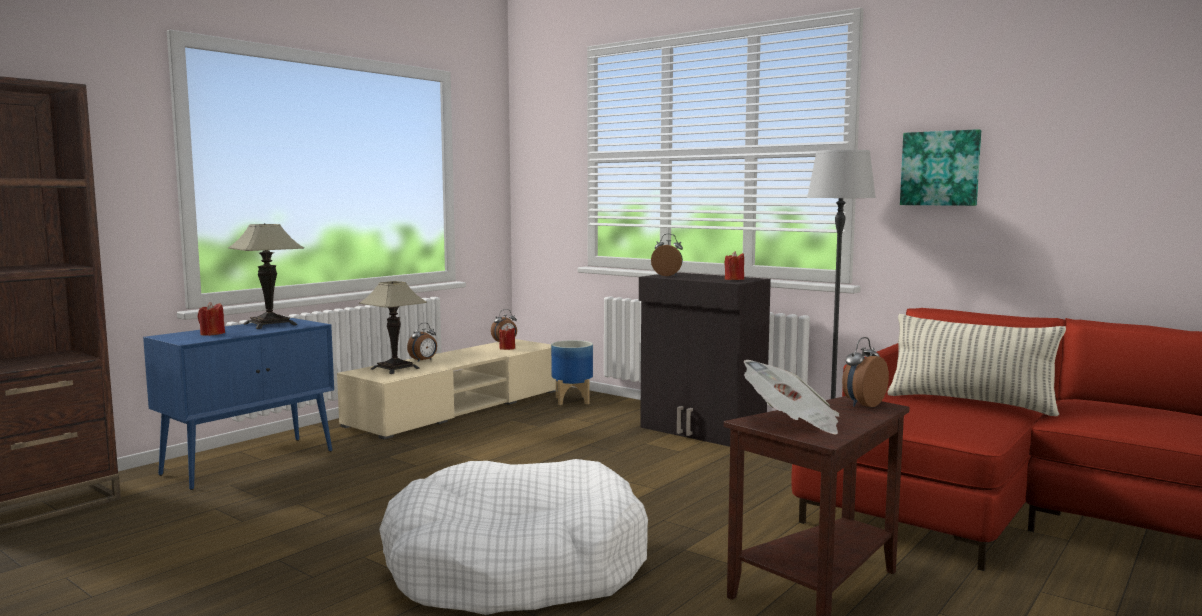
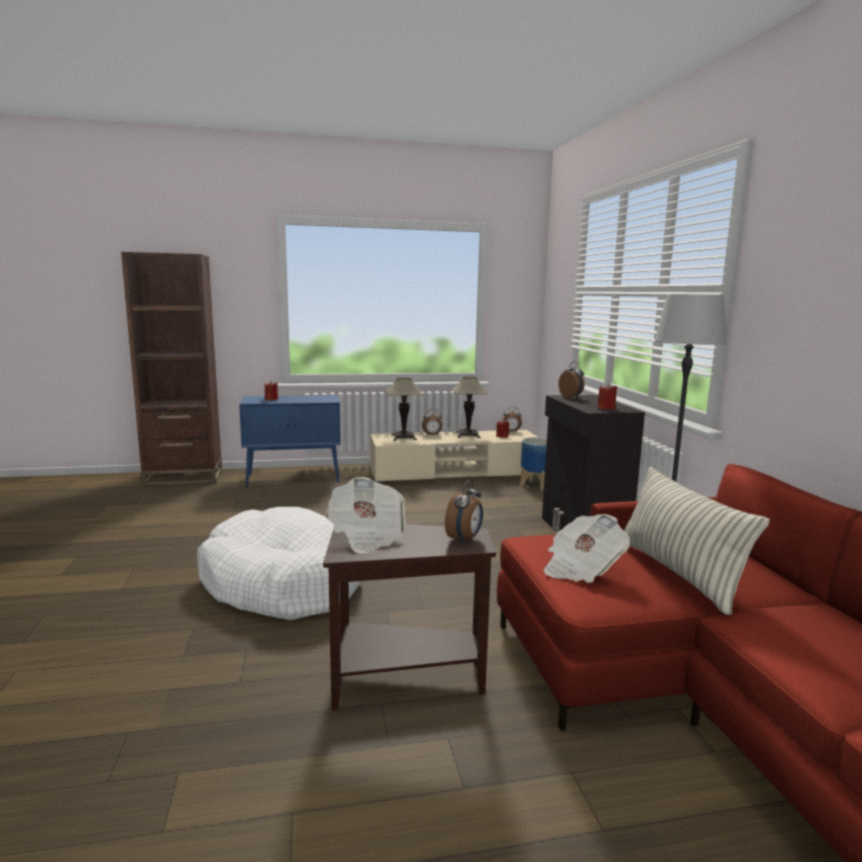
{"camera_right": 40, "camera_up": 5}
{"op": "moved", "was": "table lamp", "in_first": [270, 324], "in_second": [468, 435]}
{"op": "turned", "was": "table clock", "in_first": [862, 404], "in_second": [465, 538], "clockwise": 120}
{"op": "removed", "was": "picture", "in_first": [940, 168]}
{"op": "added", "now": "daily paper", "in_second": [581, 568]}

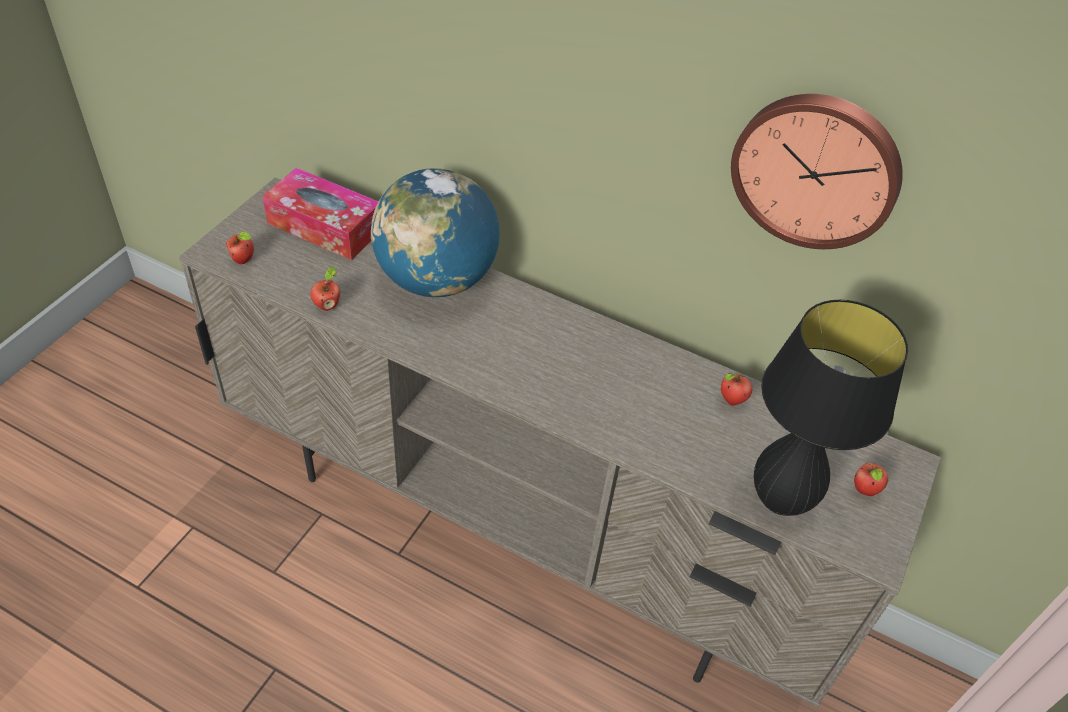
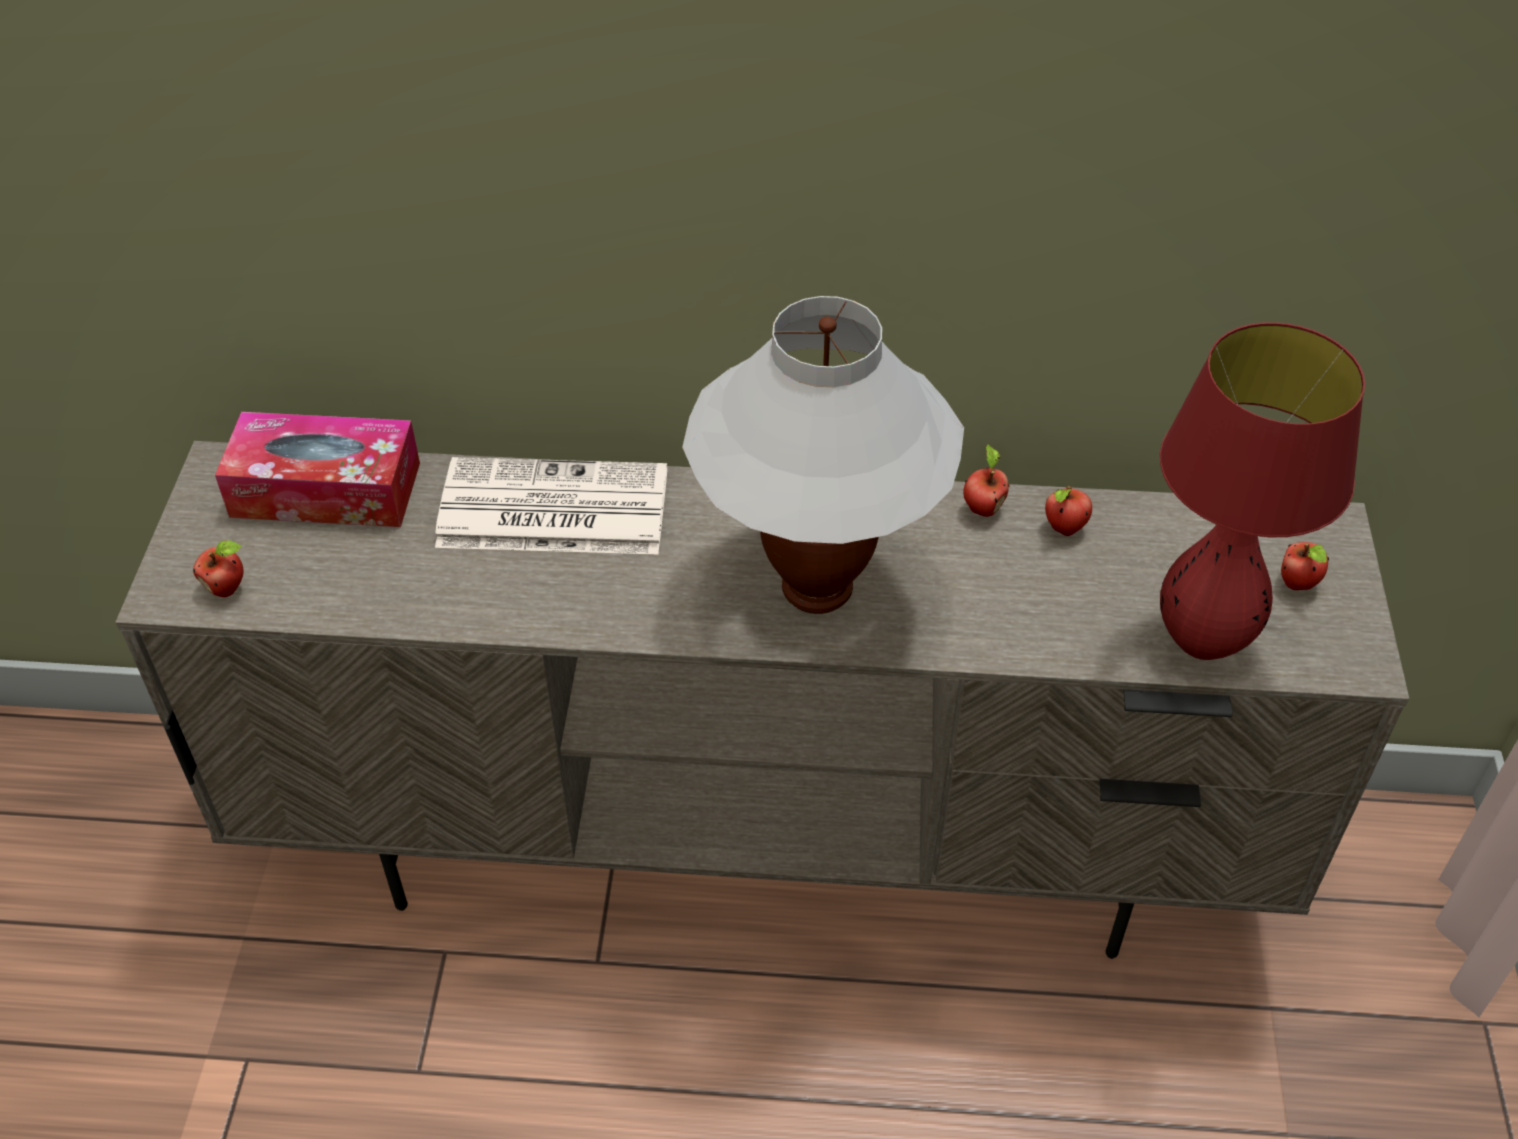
{"camera_right": -20, "camera_up": 0}
{"op": "moved", "was": "whole apple", "in_first": [327, 305], "in_second": [982, 508]}
{"op": "replaced", "was": "globe", "now": "daily paper", "in_first": [436, 280], "in_second": [550, 510]}
{"op": "removed", "was": "wall clock", "in_first": [816, 169]}
{"op": "recoloured", "was": "table lamp/blackish", "now": "table lamp/reddish", "in_first": [780, 501], "in_second": [1203, 641]}
{"op": "added", "now": "table lamp/white-coloured", "in_second": [816, 590]}

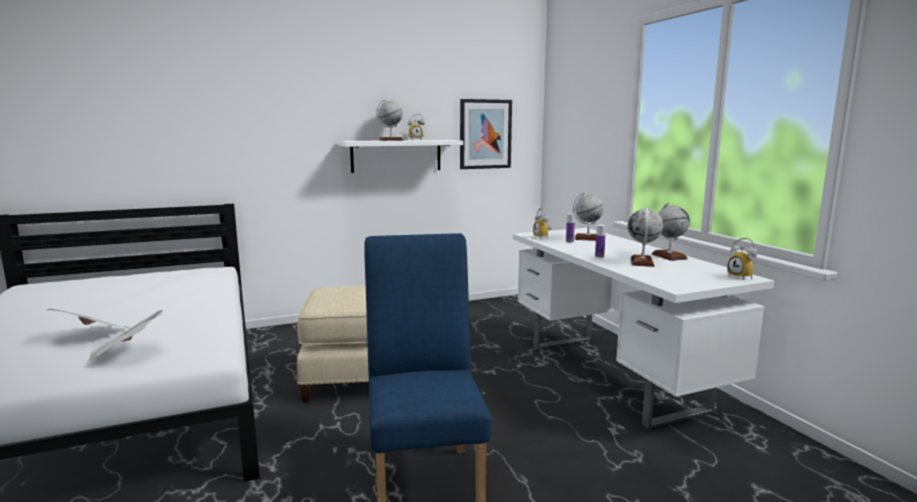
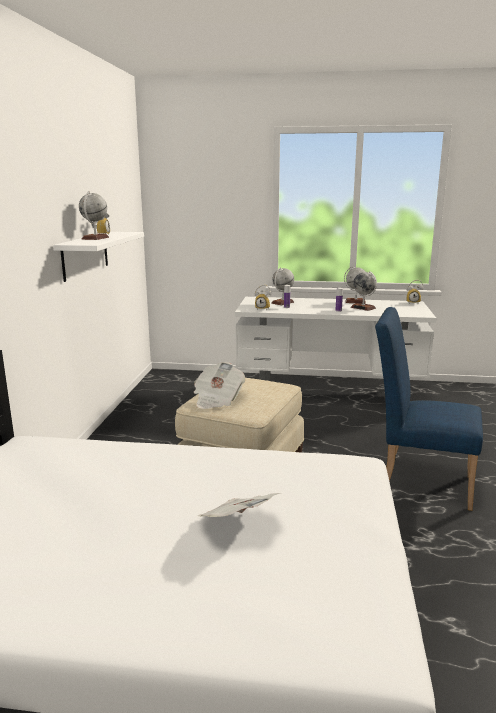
{"camera_right": -60, "camera_up": 5}
{"op": "moved", "was": "daily paper", "in_first": [126, 354], "in_second": [217, 399]}
{"op": "removed", "was": "picture", "in_first": [485, 134]}

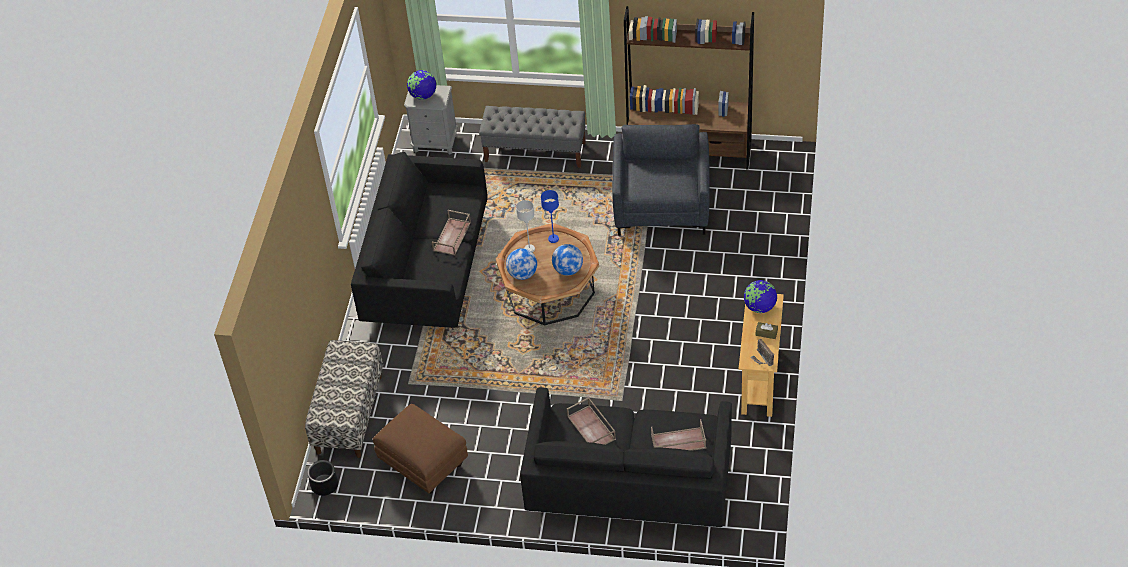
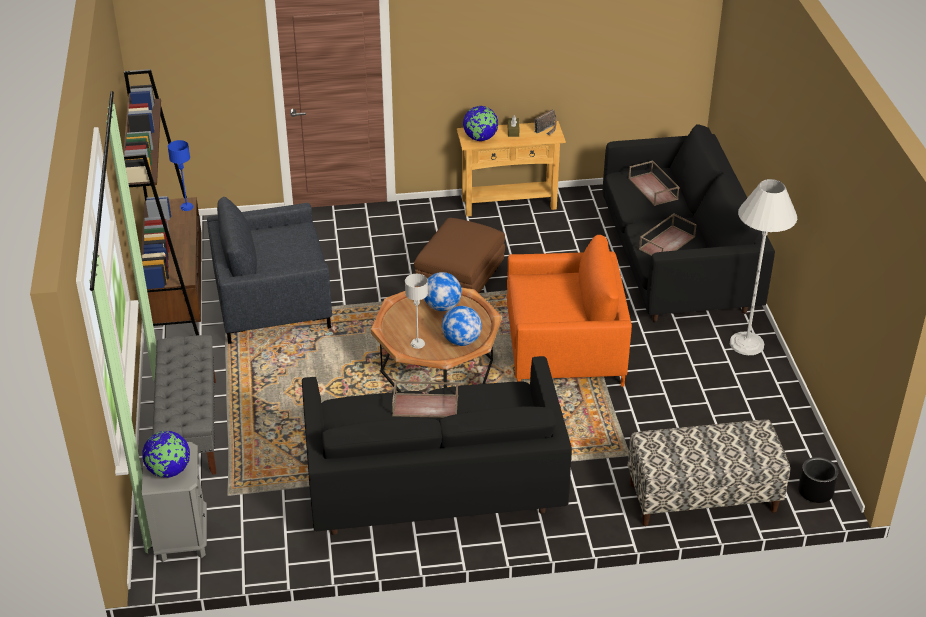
{"camera_right": -110, "camera_up": -10}
{"op": "moved", "was": "footrest/brownish", "in_first": [423, 463], "in_second": [459, 283]}
{"op": "moved", "was": "table lamp/blue-coloured", "in_first": [553, 238], "in_second": [186, 207]}
{"op": "added", "now": "lounge chair/orange-coloured", "in_second": [564, 351]}
{"op": "added", "now": "standing lamp/white-coloured", "in_second": [746, 344]}

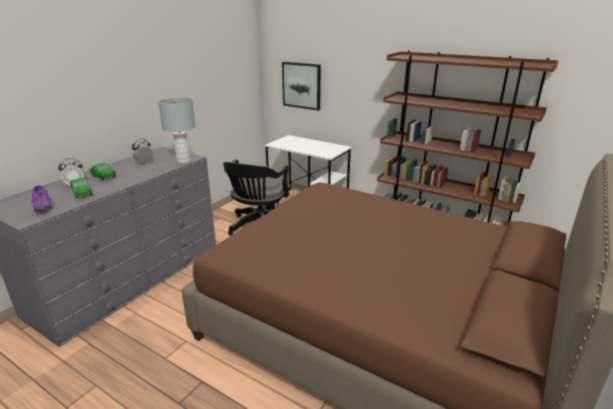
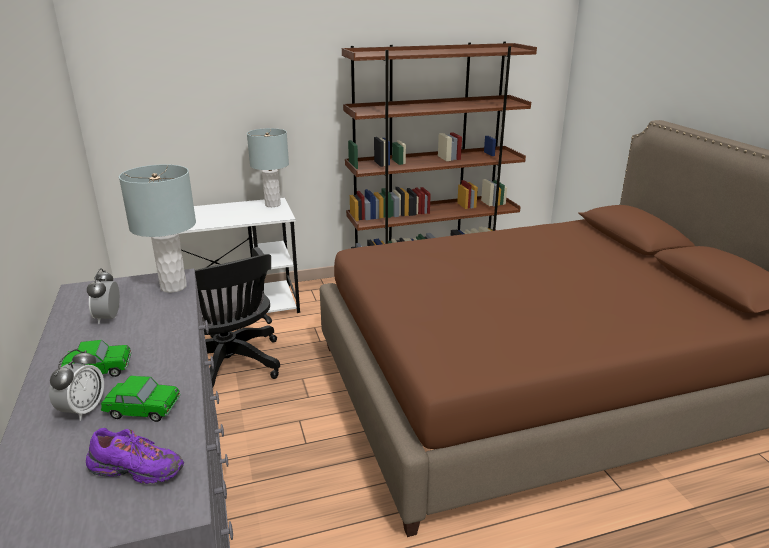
{"camera_right": -50, "camera_up": 0}
{"op": "removed", "was": "picture", "in_first": [302, 85]}
{"op": "added", "now": "table lamp/grey", "in_second": [272, 205]}

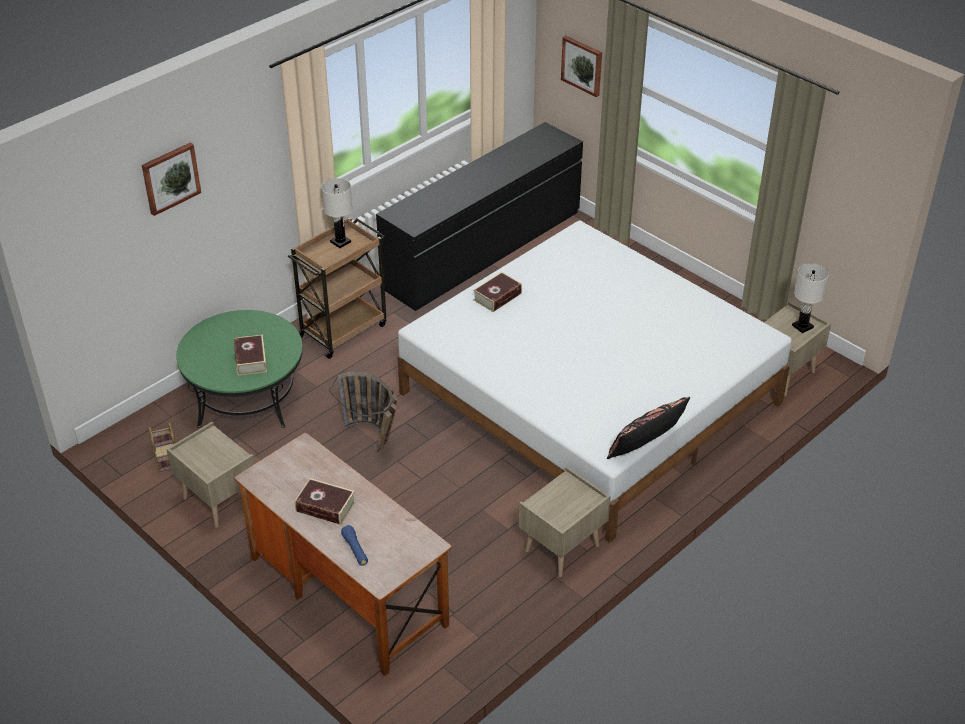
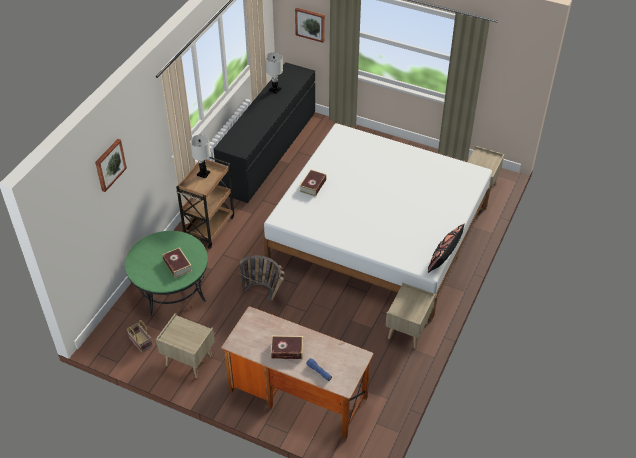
{"camera_right": -20, "camera_up": 5}
{"op": "moved", "was": "table lamp/white-coloured", "in_first": [802, 326], "in_second": [275, 89]}

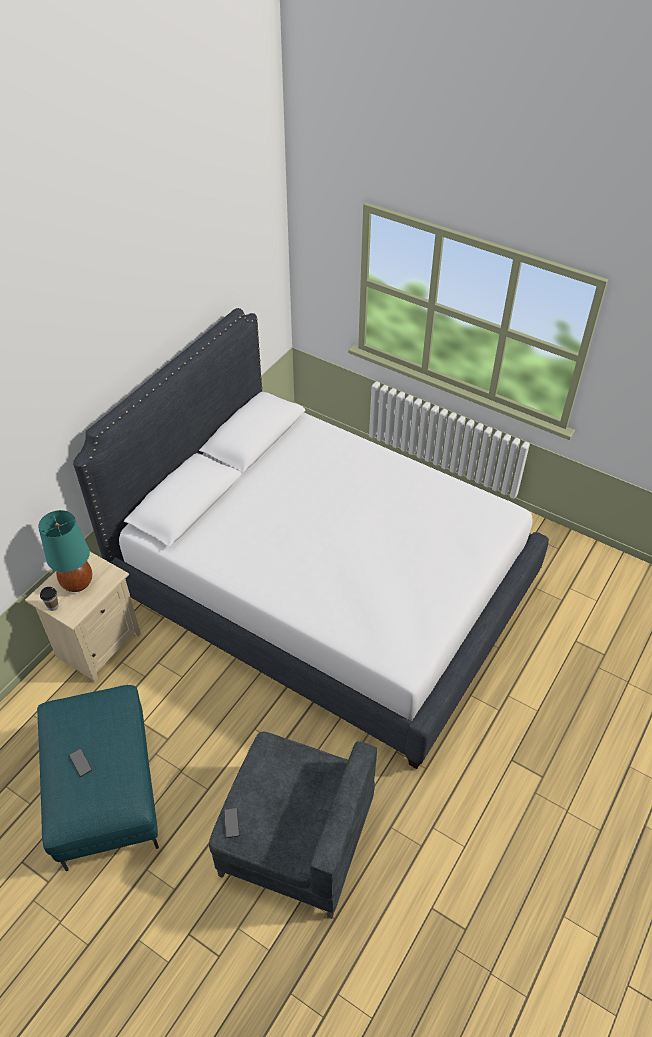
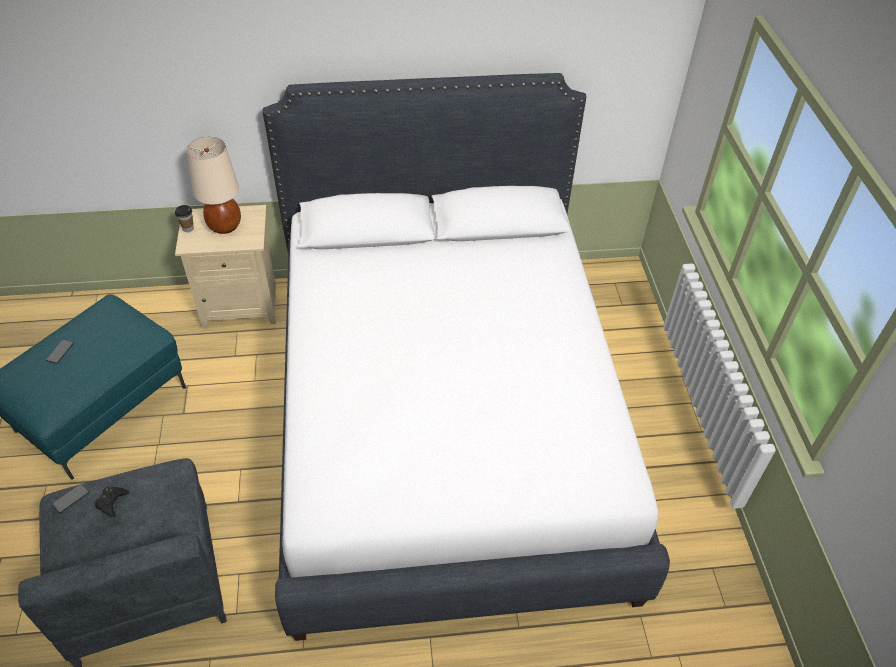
{"camera_right": 50, "camera_up": 0}
{"op": "recoloured", "was": "table lamp/turquoise-coloured", "now": "table lamp/beige", "in_first": [77, 583], "in_second": [224, 226]}
{"op": "added", "now": "joypad/blackish", "in_second": [112, 502]}

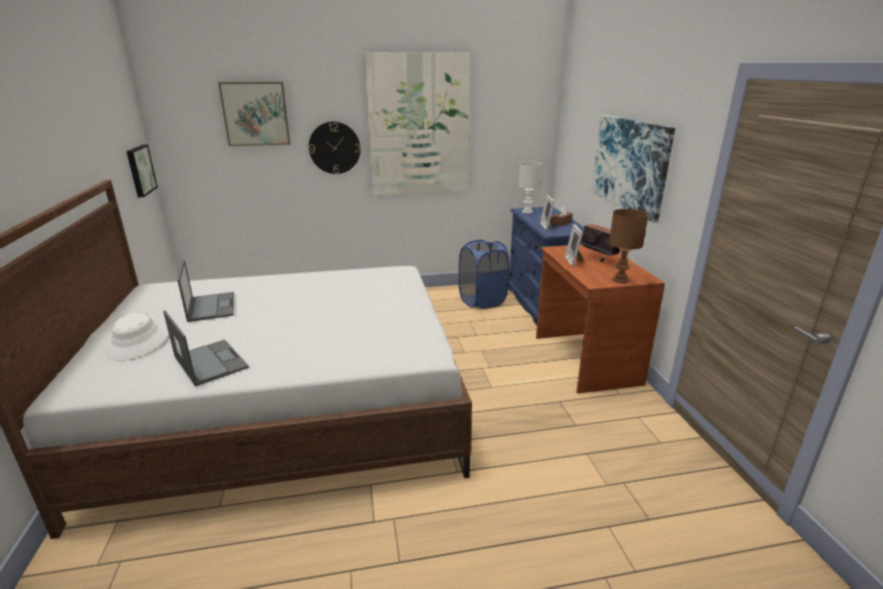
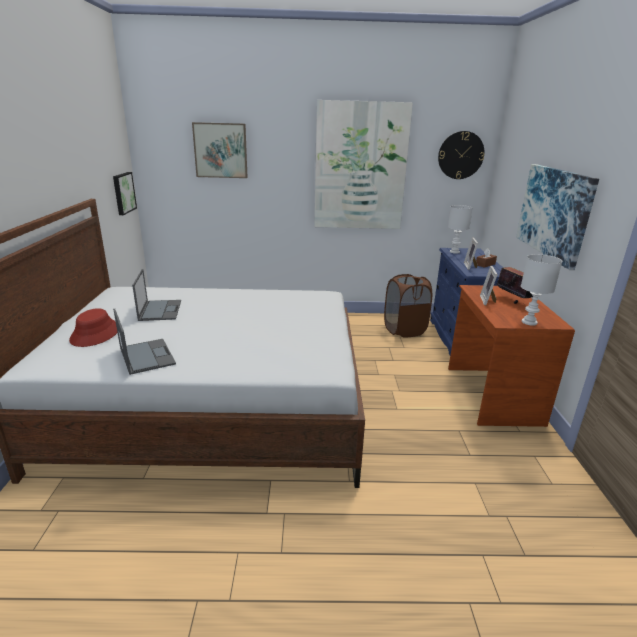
{"camera_right": 10, "camera_up": 0}
{"op": "recoloured", "was": "hat/white-coloured", "now": "hat/reddish", "in_first": [138, 343], "in_second": [96, 334]}
{"op": "moved", "was": "wall clock", "in_first": [334, 148], "in_second": [460, 155]}
{"op": "recoloured", "was": "washing basket/blue-coloured", "now": "washing basket/brownish", "in_first": [482, 301], "in_second": [404, 330]}
{"op": "recoloured", "was": "table lamp/brownish", "now": "table lamp/white-coloured", "in_first": [619, 280], "in_second": [528, 322]}

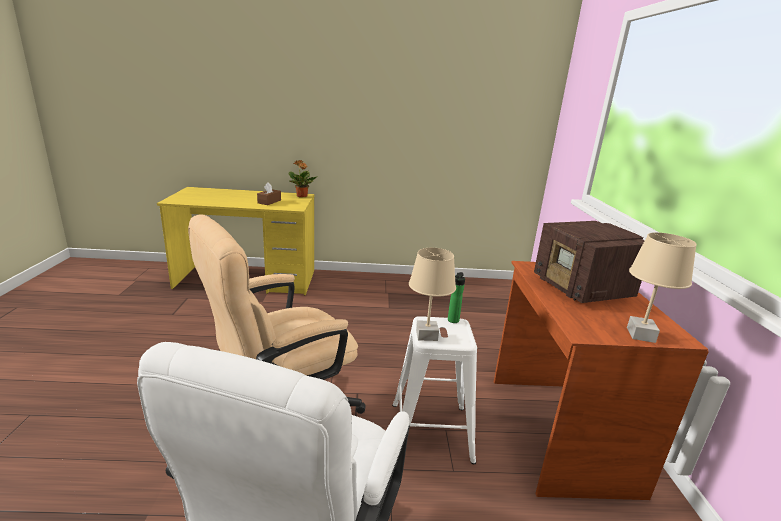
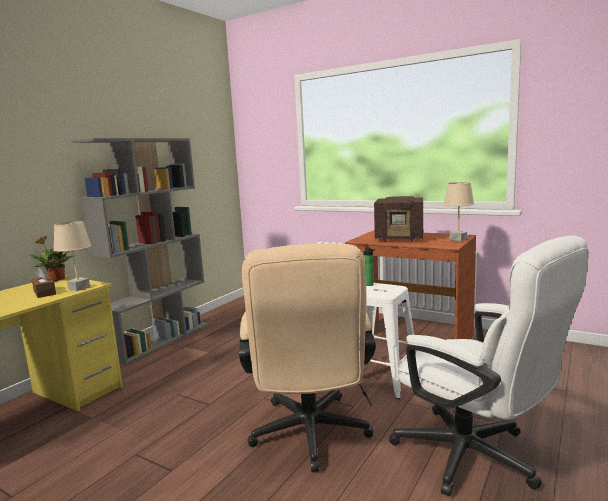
{"camera_right": -55, "camera_up": -10}
{"op": "moved", "was": "table lamp/beige", "in_first": [427, 335], "in_second": [79, 288]}
{"op": "added", "now": "bookcase/grey", "in_second": [160, 340]}

